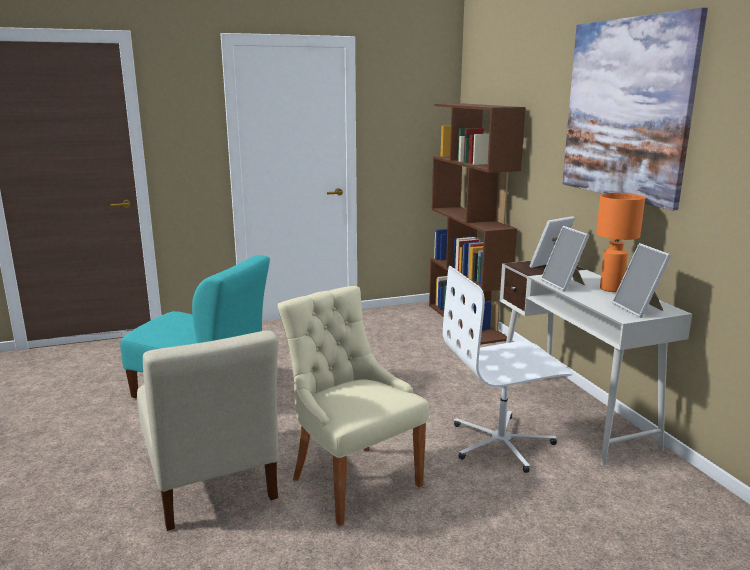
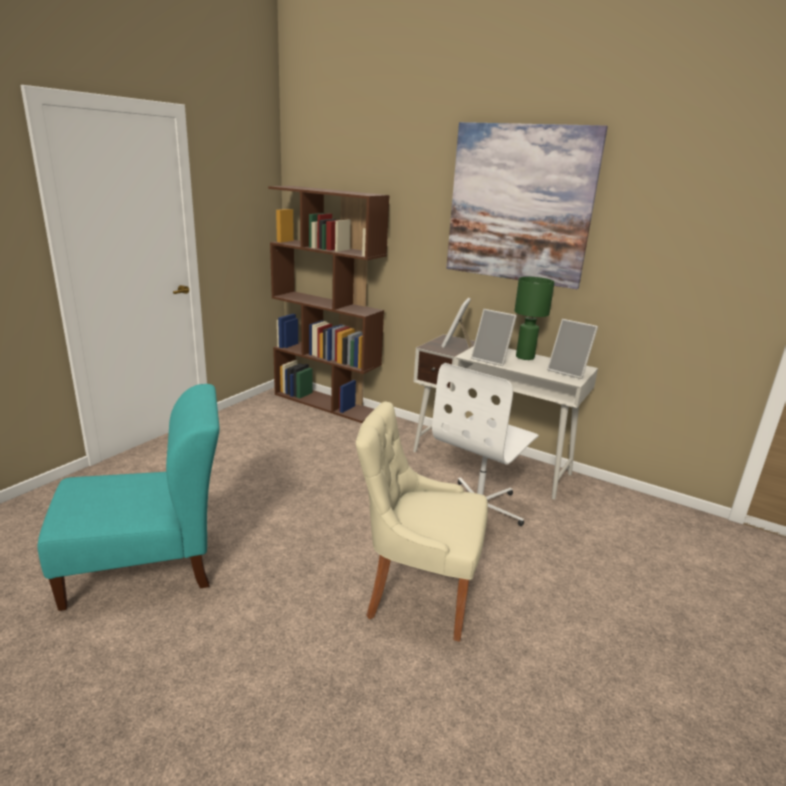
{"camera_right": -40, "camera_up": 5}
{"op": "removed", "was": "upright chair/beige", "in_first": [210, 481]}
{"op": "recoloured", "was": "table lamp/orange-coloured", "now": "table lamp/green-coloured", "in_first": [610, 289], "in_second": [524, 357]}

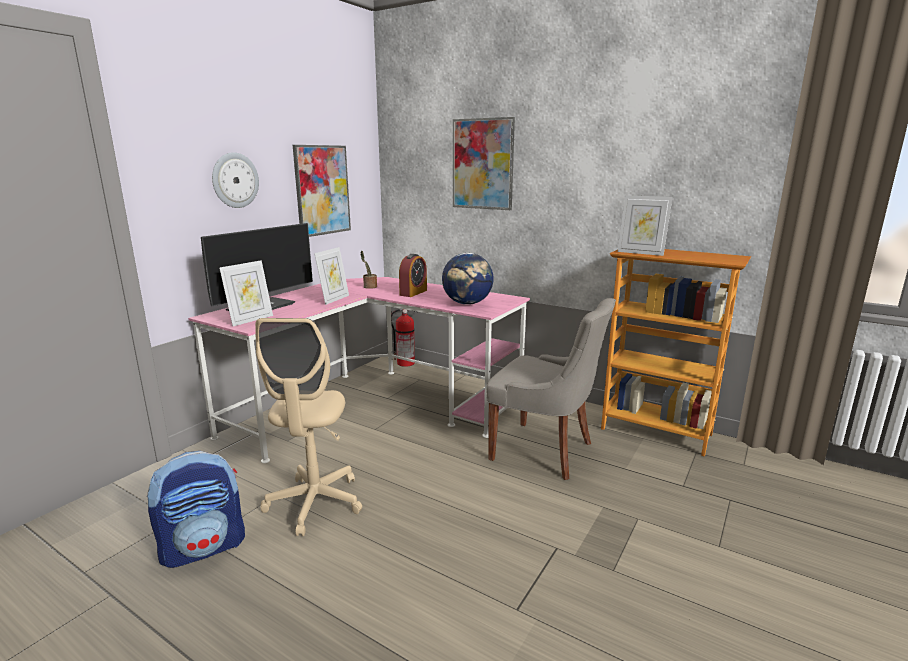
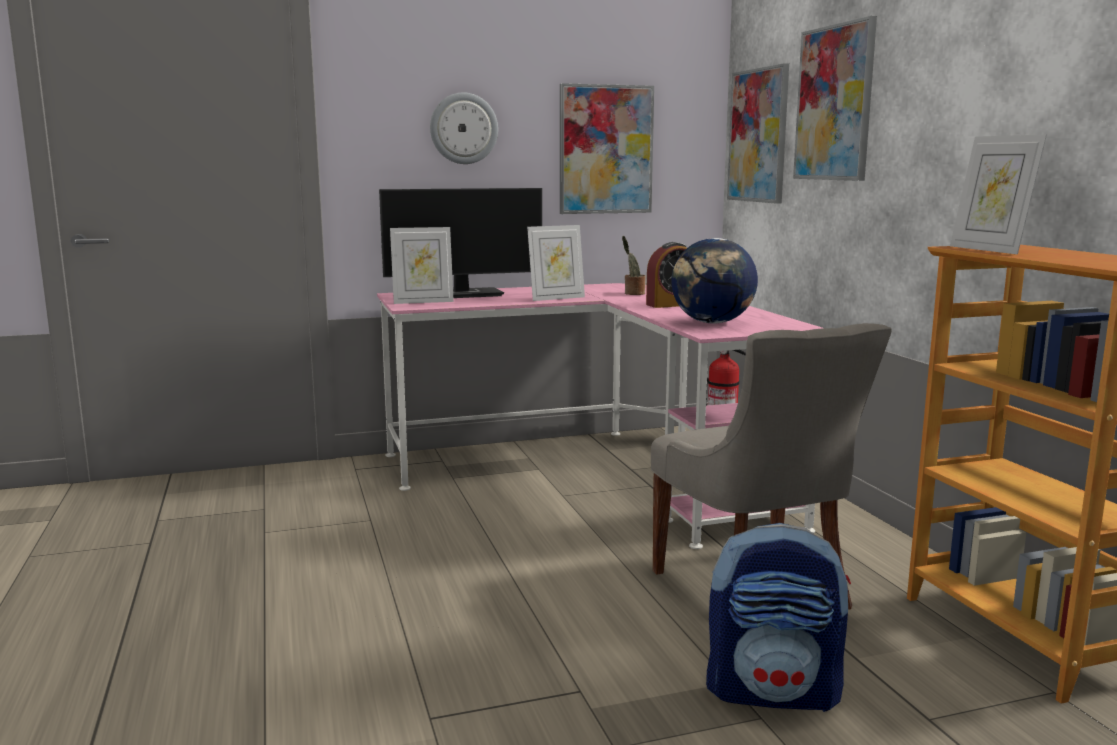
{"camera_right": 40, "camera_up": -5}
{"op": "moved", "was": "knapsack", "in_first": [204, 547], "in_second": [774, 692]}
{"op": "removed", "was": "desk chair/beige", "in_first": [315, 503]}
{"op": "added", "now": "picture", "in_second": [758, 136]}

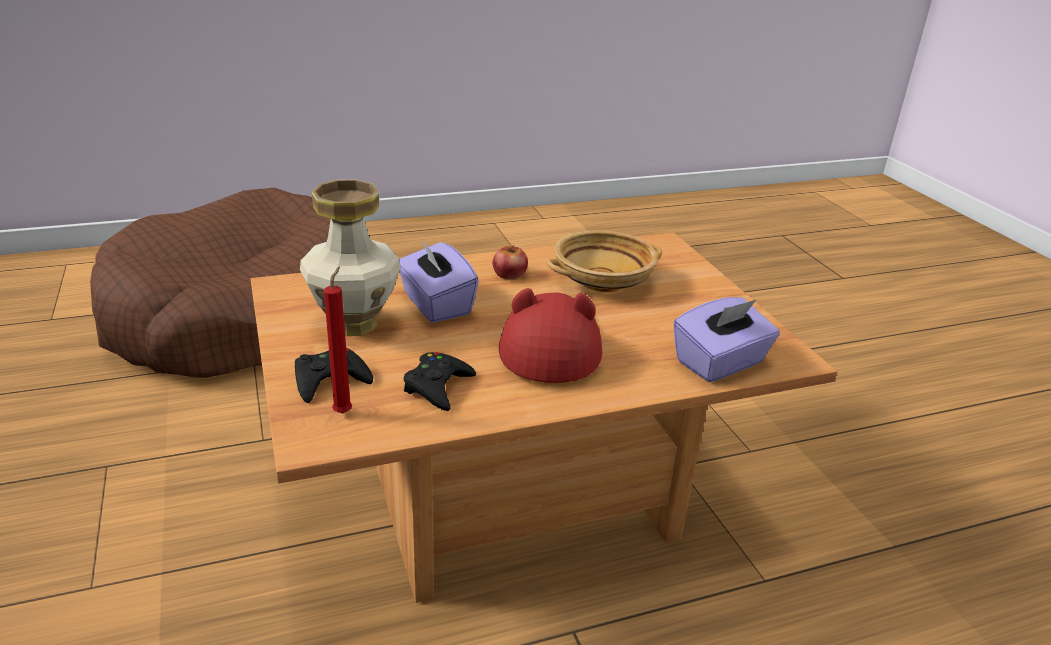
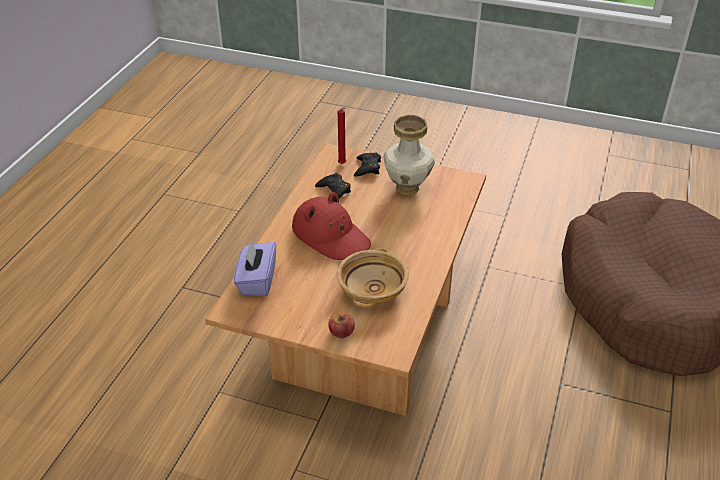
{"camera_right": 130, "camera_up": 10}
{"op": "removed", "was": "box of tissues/purple-coloured", "in_first": [435, 304]}
{"op": "moved", "was": "whole apple", "in_first": [509, 274], "in_second": [341, 331]}

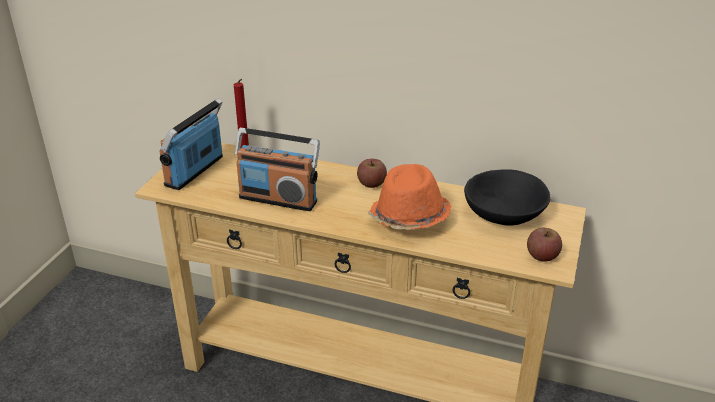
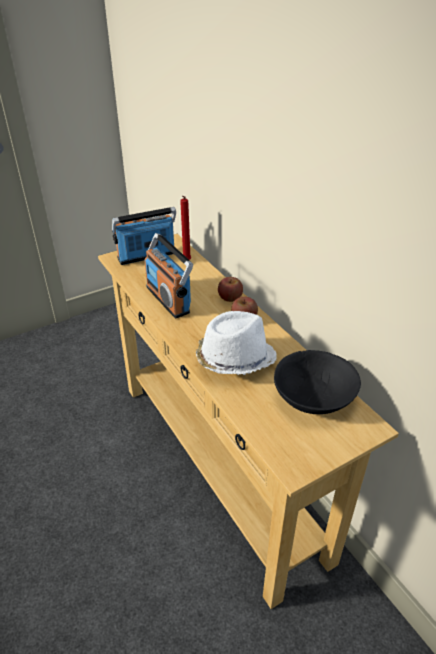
{"camera_right": 40, "camera_up": 5}
{"op": "recoloured", "was": "hat/orange-coloured", "now": "hat/white-coloured", "in_first": [409, 218], "in_second": [234, 359]}
{"op": "moved", "was": "whole apple", "in_first": [542, 256], "in_second": [230, 298]}

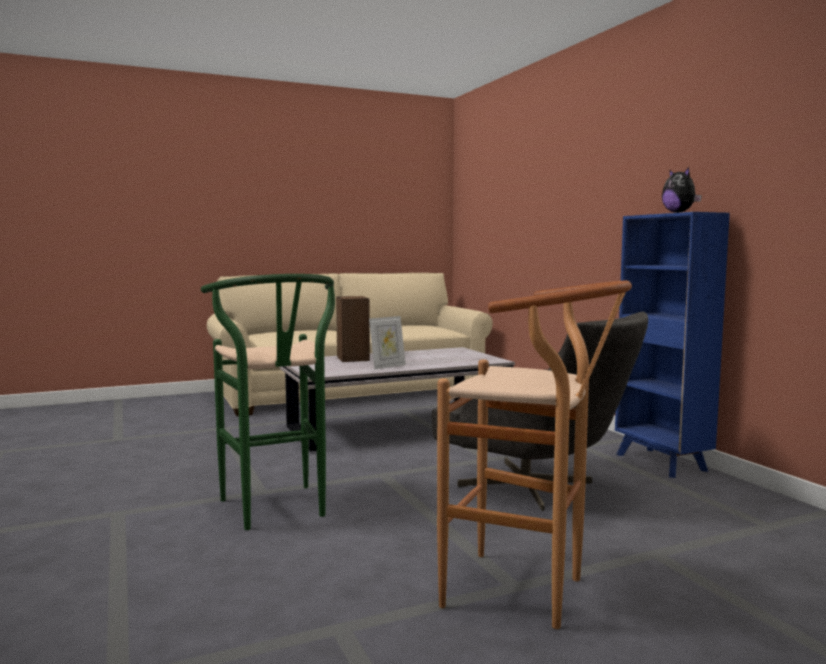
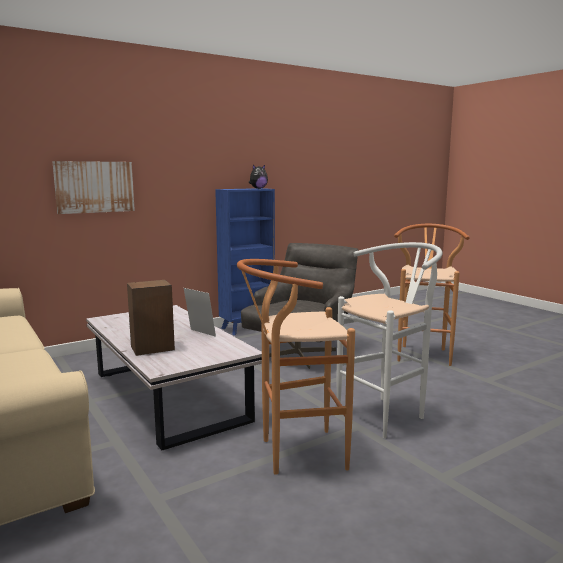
{"camera_right": -100, "camera_up": 5}
{"op": "recoloured", "was": "stool/green-coloured", "now": "stool/white-coloured", "in_first": [277, 511], "in_second": [387, 413]}
{"op": "added", "now": "picture", "in_second": [94, 187]}
{"op": "added", "now": "stool/brownish", "in_second": [294, 453]}

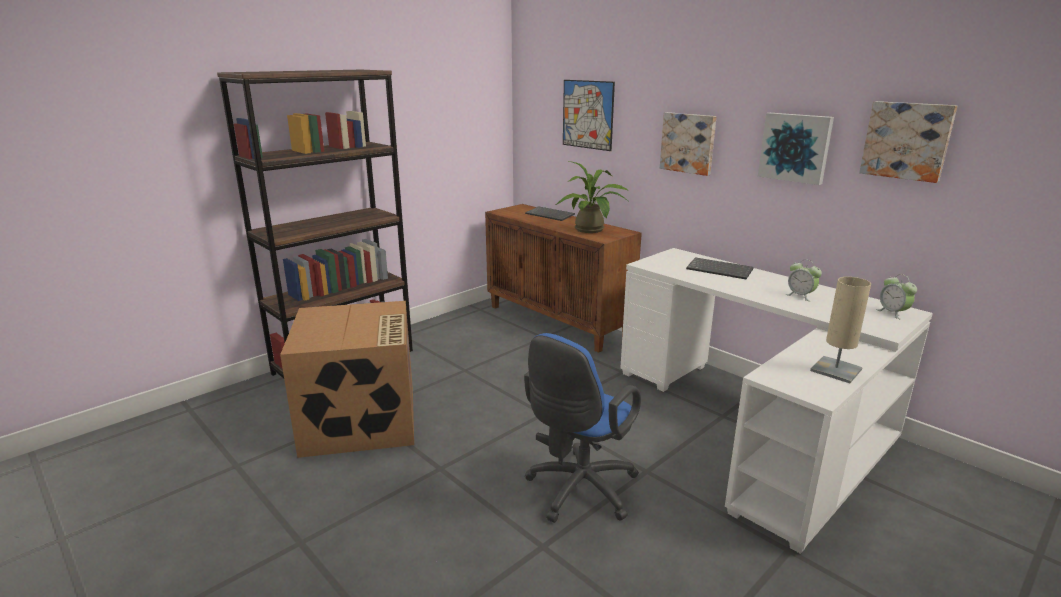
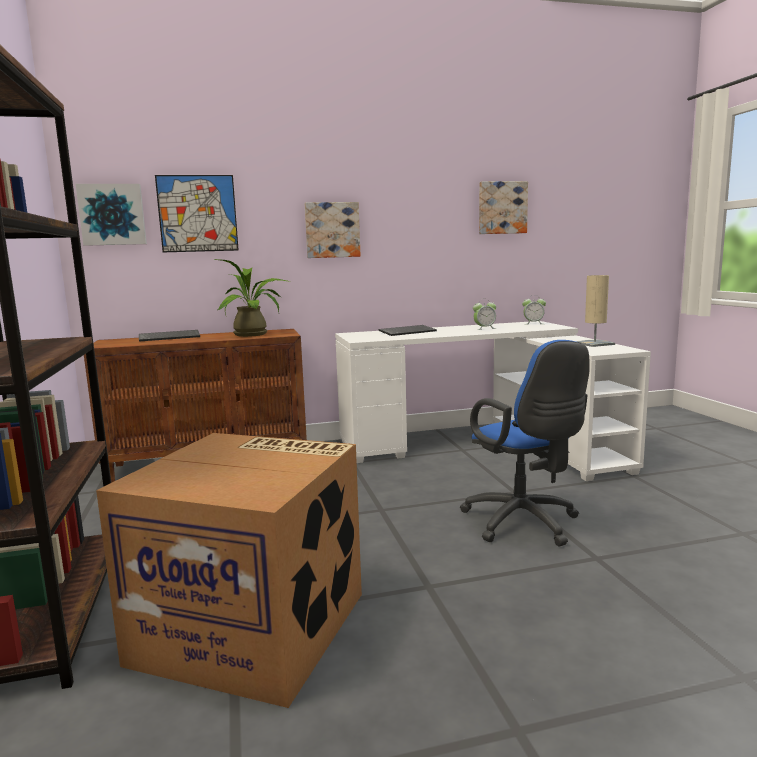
{"camera_right": -60, "camera_up": -10}
{"op": "moved", "was": "picture", "in_first": [795, 147], "in_second": [112, 215]}

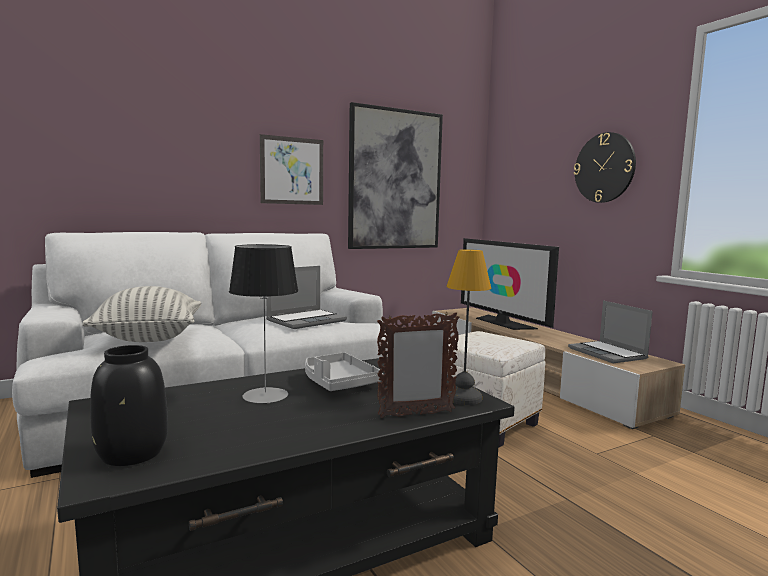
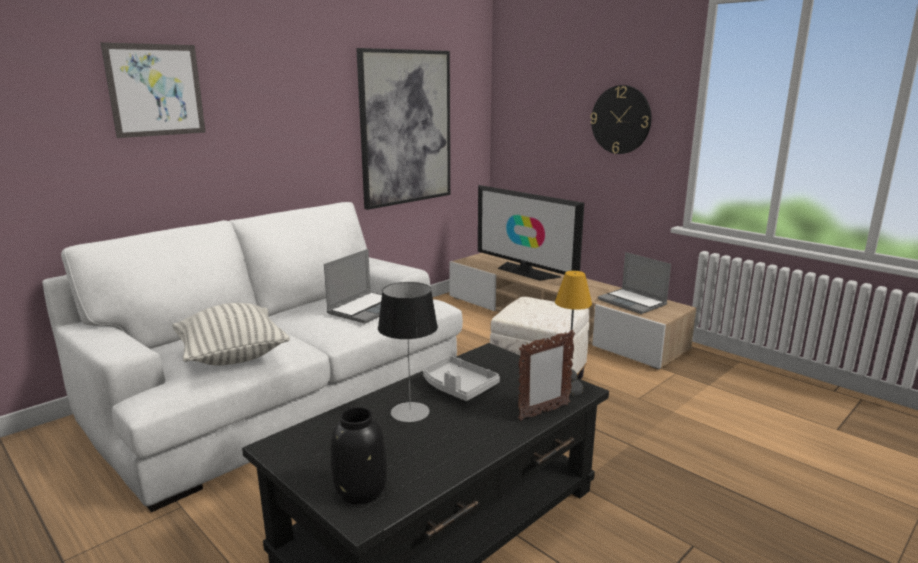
{"camera_right": -15, "camera_up": 10}
{"op": "moved", "was": "picture", "in_first": [292, 171], "in_second": [156, 90]}

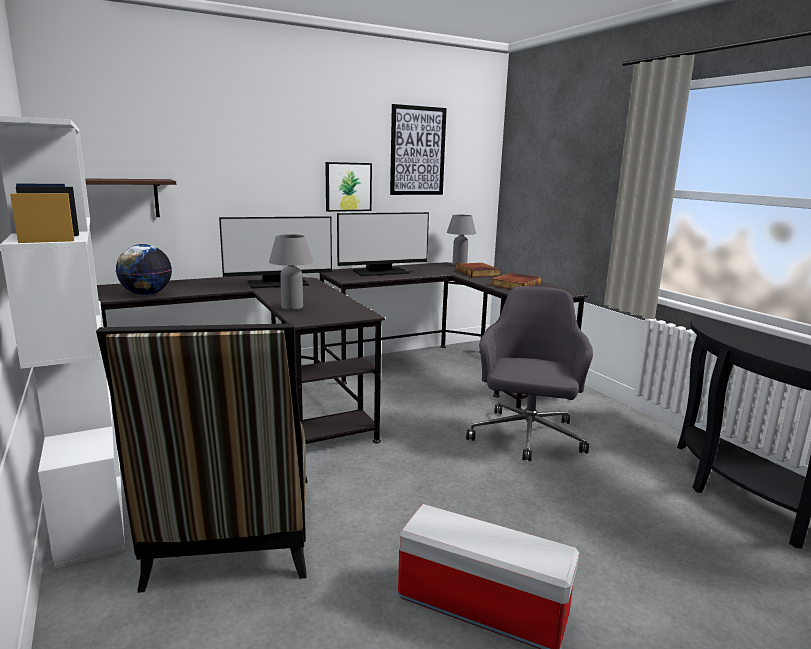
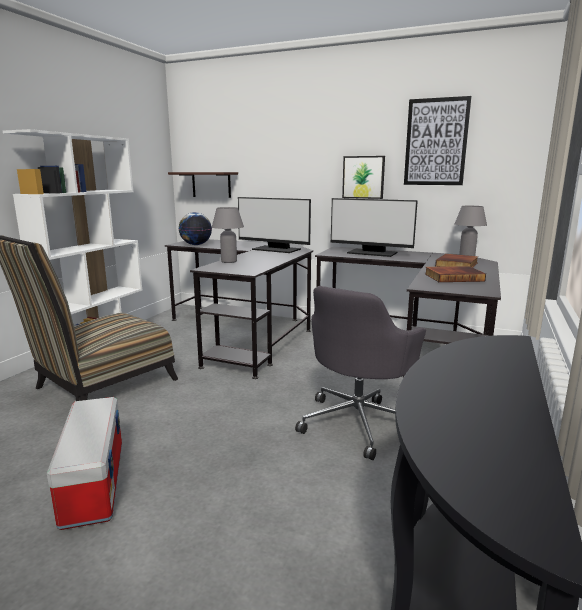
{"camera_right": 50, "camera_up": 0}
{"op": "turned", "was": "desk chair/grey", "in_first": [527, 437], "in_second": [359, 422], "clockwise": 150}

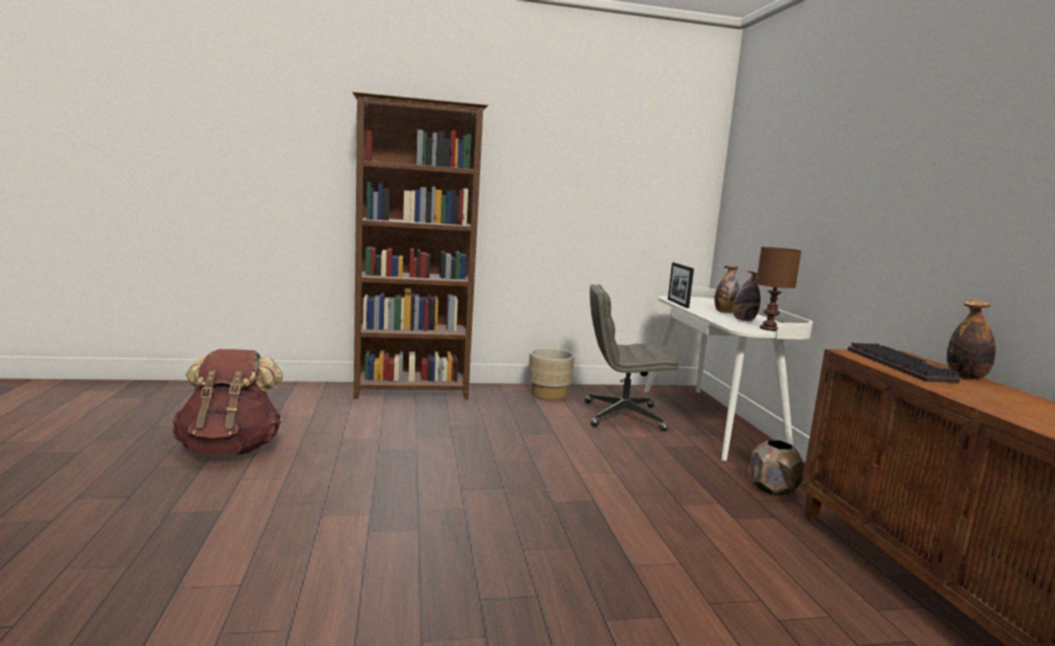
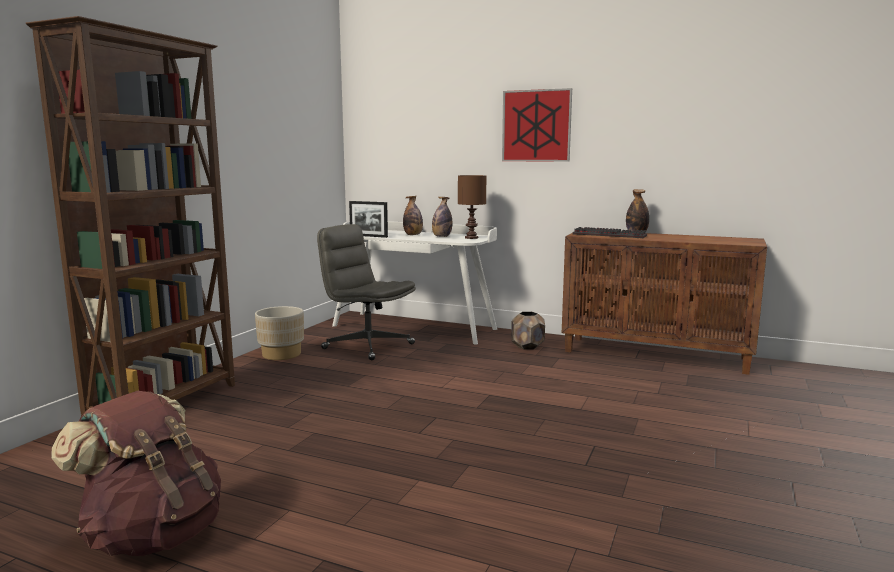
{"camera_right": -55, "camera_up": 0}
{"op": "turned", "was": "desk chair/grey", "in_first": [622, 416], "in_second": [367, 346], "clockwise": 90}
{"op": "added", "now": "picture", "in_second": [536, 126]}

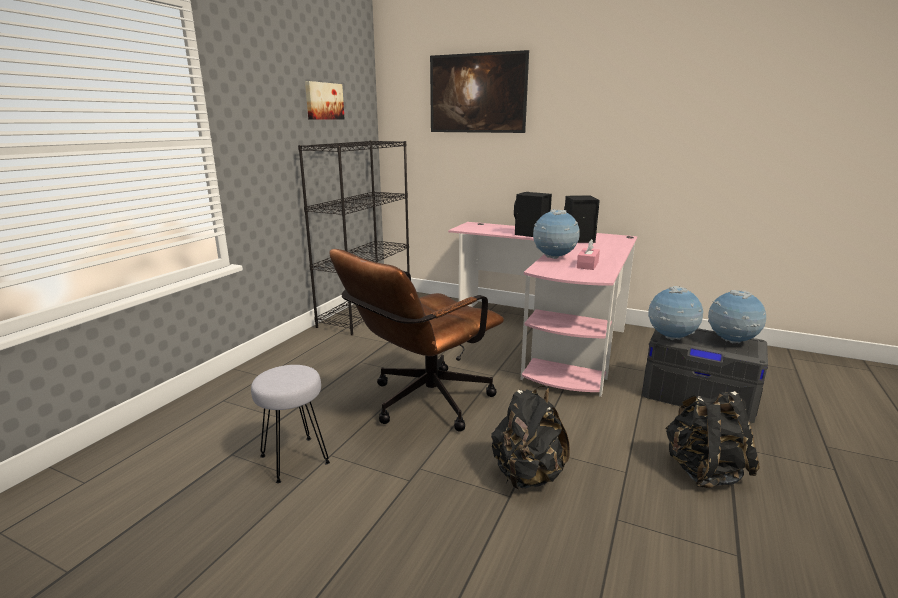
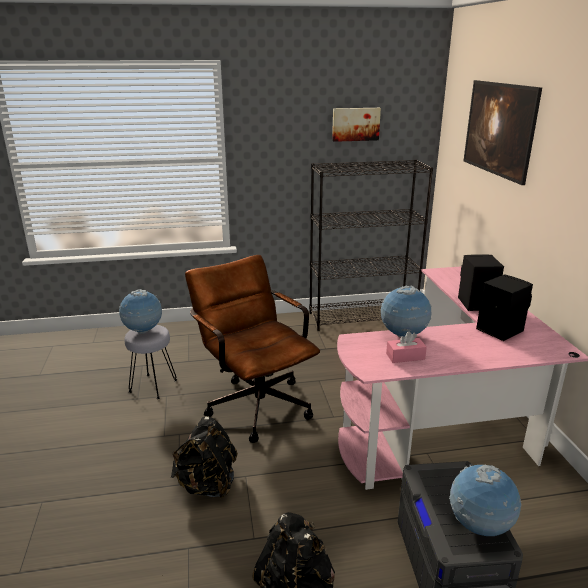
{"camera_right": 55, "camera_up": 5}
{"op": "turned", "was": "desk chair/brownish", "in_first": [422, 403], "in_second": [255, 402], "clockwise": 45}
{"op": "moved", "was": "globe", "in_first": [671, 338], "in_second": [143, 331]}

